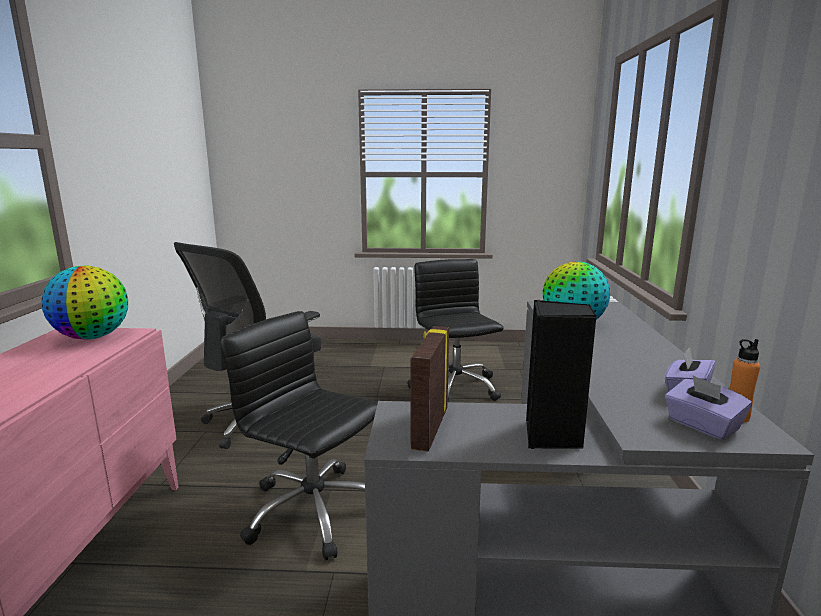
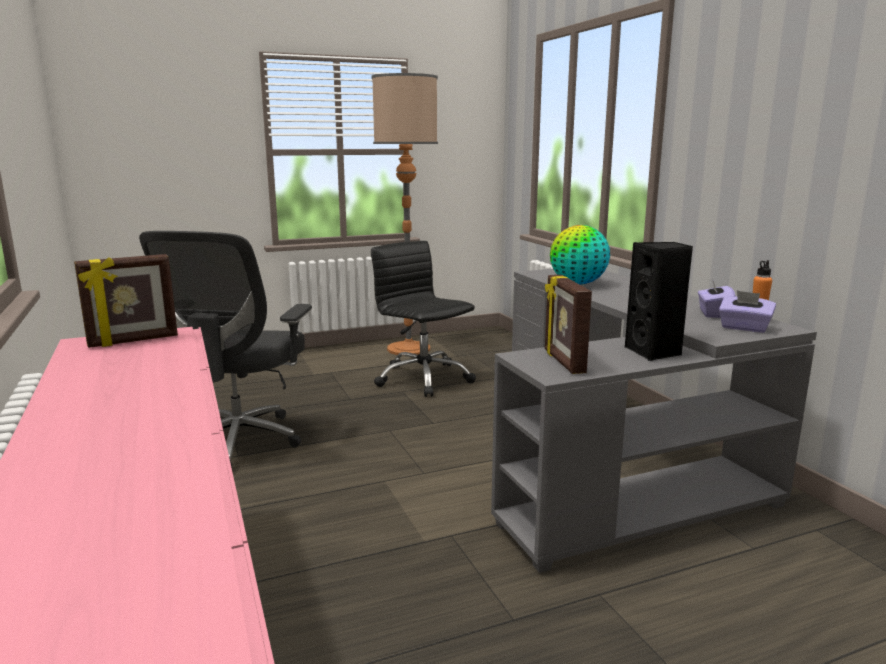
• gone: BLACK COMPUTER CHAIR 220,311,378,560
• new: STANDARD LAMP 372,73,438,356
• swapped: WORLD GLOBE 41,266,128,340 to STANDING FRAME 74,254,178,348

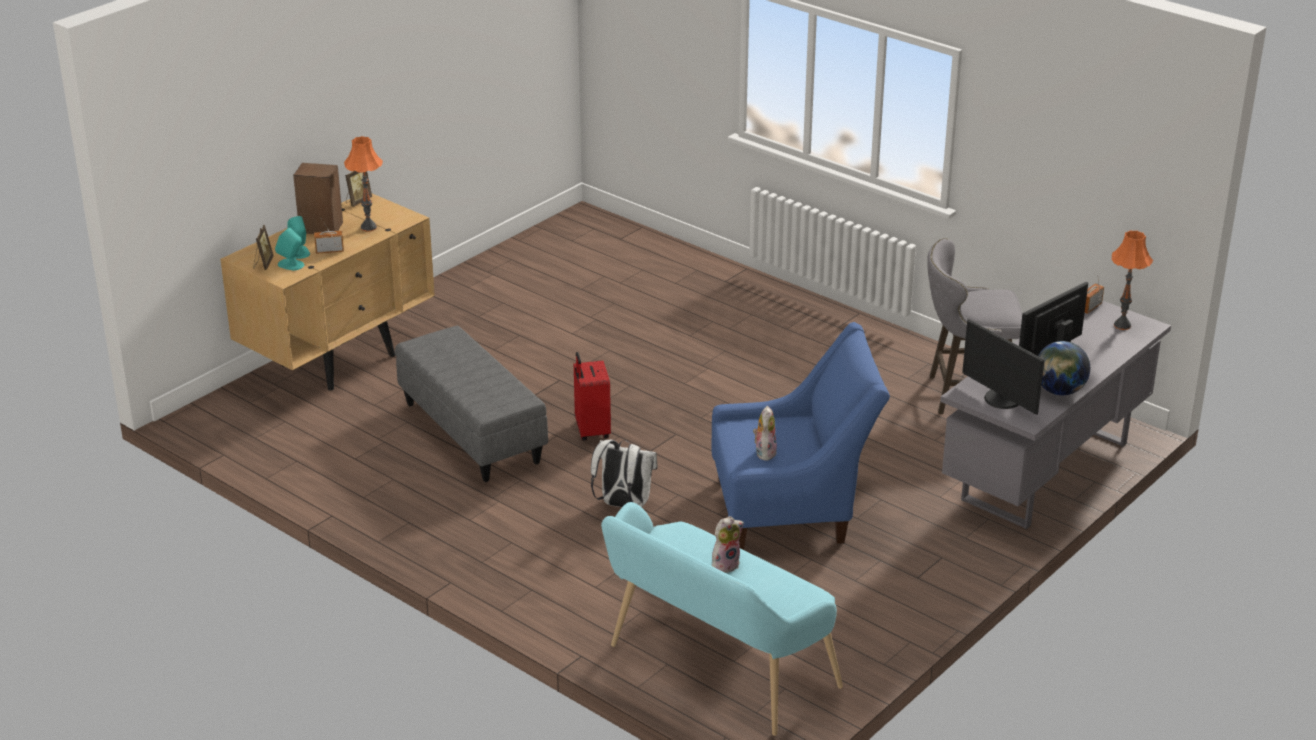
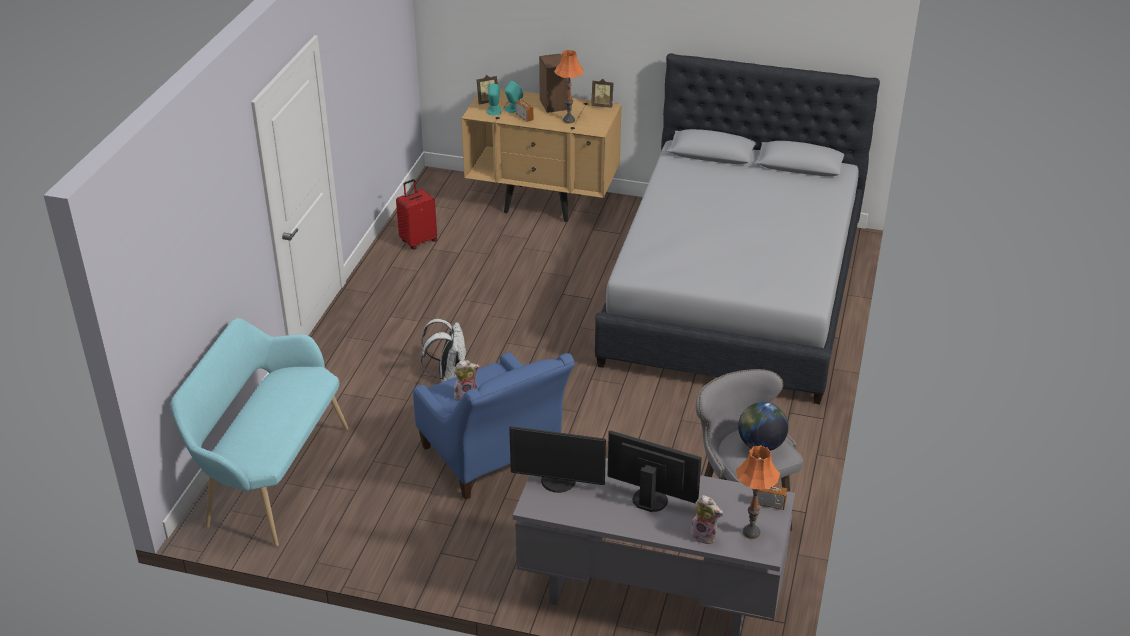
• gone: GRAY POUFFE 395,326,548,482
• new: GRAY BEDROOM BED 595,53,880,404
• shifted: RED TRAVEL CASE 574,352,611,441 to 396,179,437,250
• shifted: PLUSH TOY 712,516,744,573 to 691,495,723,545
• shifted: WORLD GLOBE 1038,341,1090,395 to 738,402,788,451
• rotated: COMPUTER DISPLAY 962,319,1044,415 = 509,426,606,493 105 degrees counterclockwise

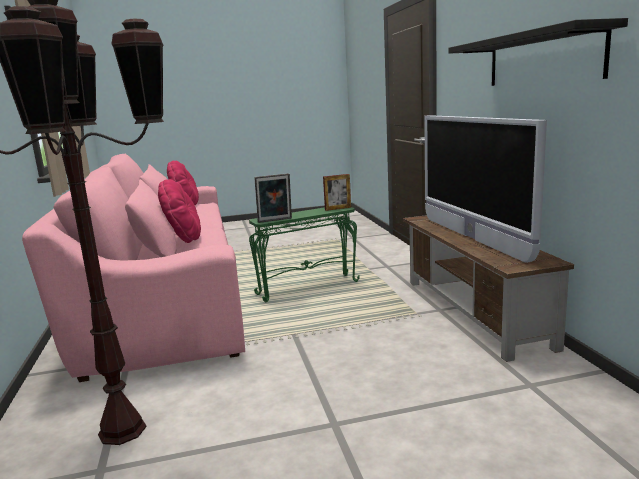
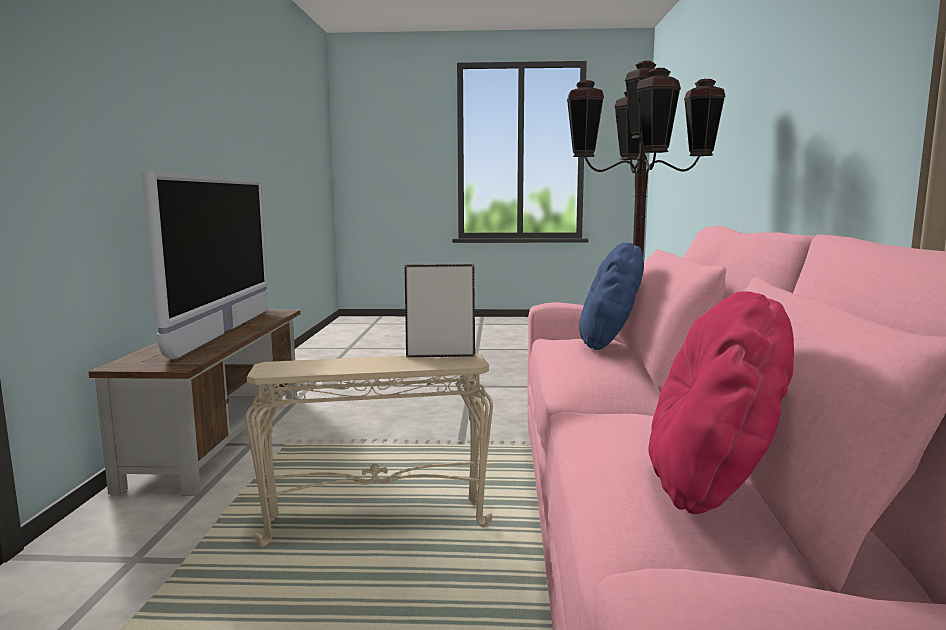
• gone: STANDING FRAME 323,174,351,211
• gone: BLACK SHELF 449,18,628,86
• repainted: PINKISH THROW PILLOW 158,179,201,243 to BLUE THROW PILLOW 579,243,644,350
• repainted: GREEN END TABLE 249,207,360,302 to BEIGE-COLOURED END TABLE 245,353,493,547

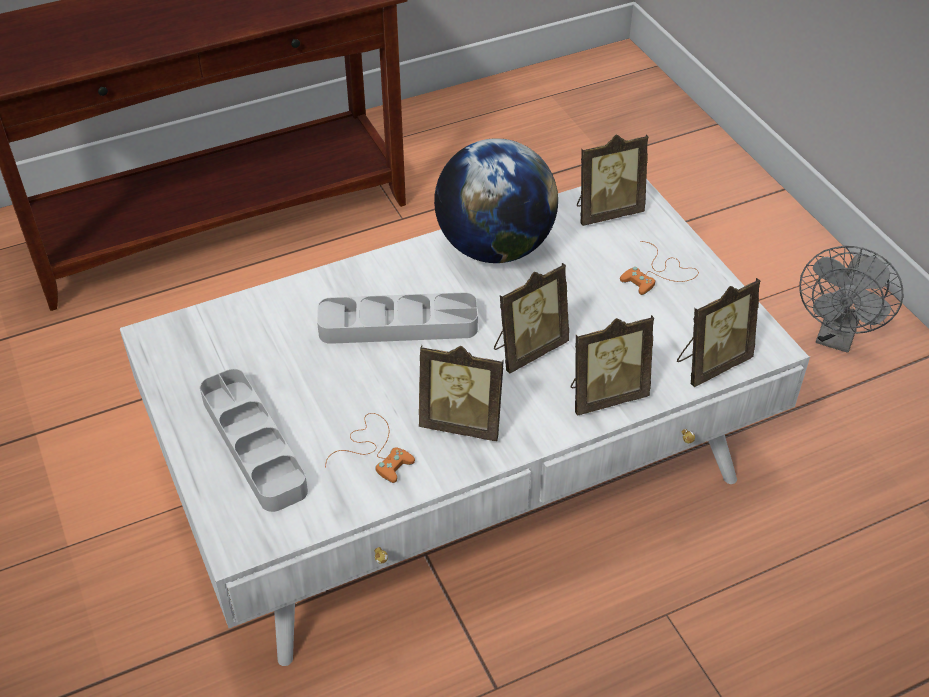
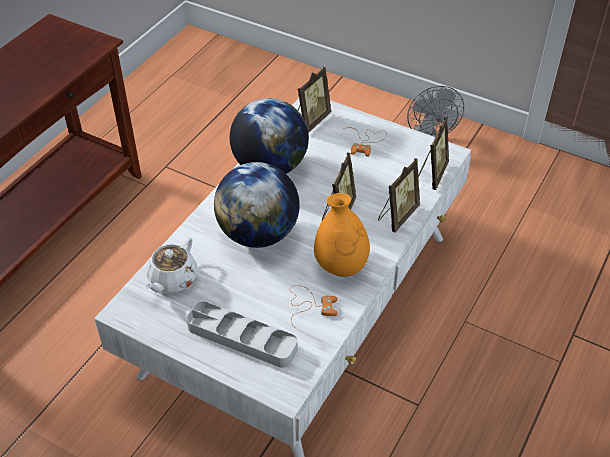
• new: WHITE-COLOURED TEAPOT 145,237,198,293
• swapped: GRAY TRAY 317,292,478,344 to WORLD GLOBE 214,162,300,248
• swapped: STANDING FRAME 419,345,504,441 to ORANGEY FLOWER VASE 314,193,370,277

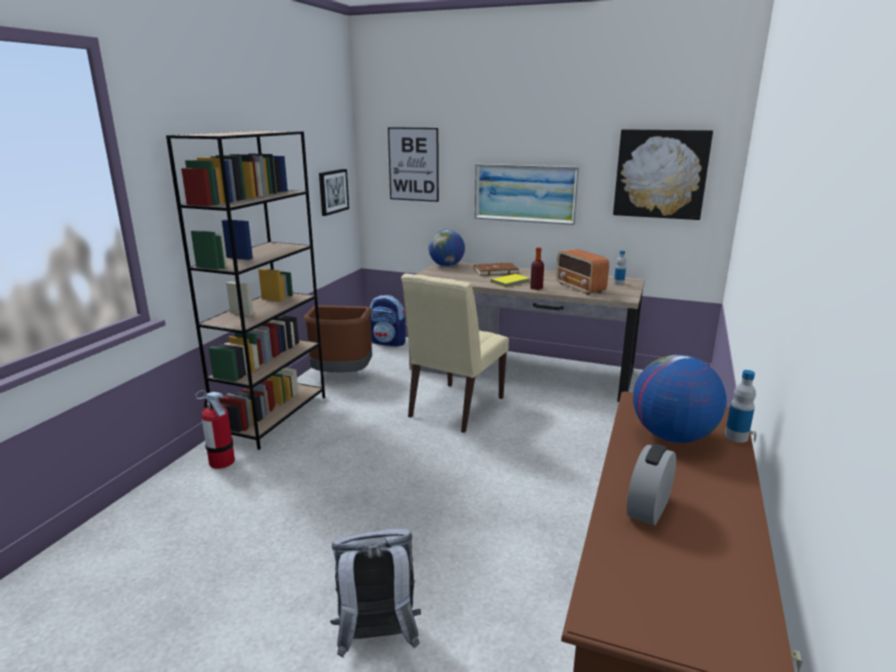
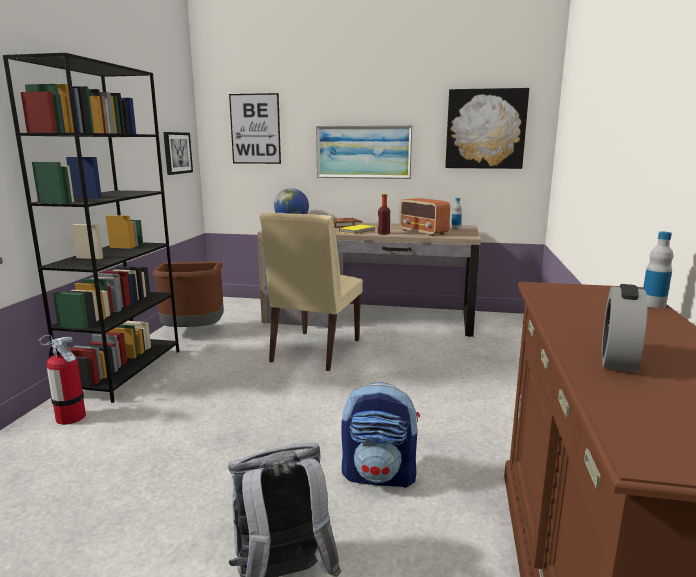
• gone: WORLD GLOBE 633,355,727,443
• shifted: KNAPSACK 370,295,406,347 to 341,382,420,488
• repainted: BEIGE-COLOURED BOOKCASE 166,131,325,450 to BLACK BOOKCASE 3,53,179,403

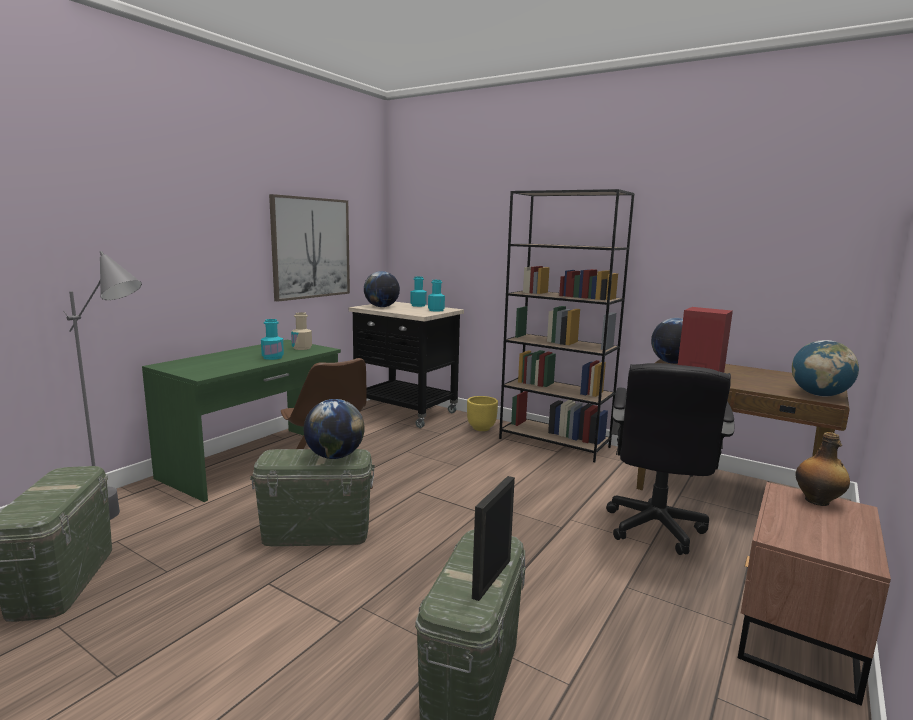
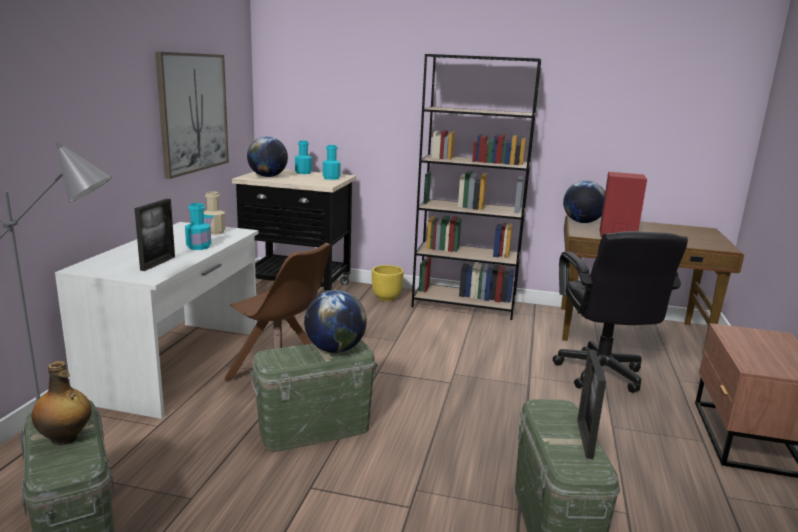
• gone: WORLD GLOBE 792,340,859,396
• new: STANDING FRAME 134,199,175,271
• shifted: BOTTLE 795,432,850,506 to 32,361,92,446
• repainted: GREEN DESK TABLE 142,340,341,502 to WHITE-COLOURED DESK TABLE 55,222,258,419

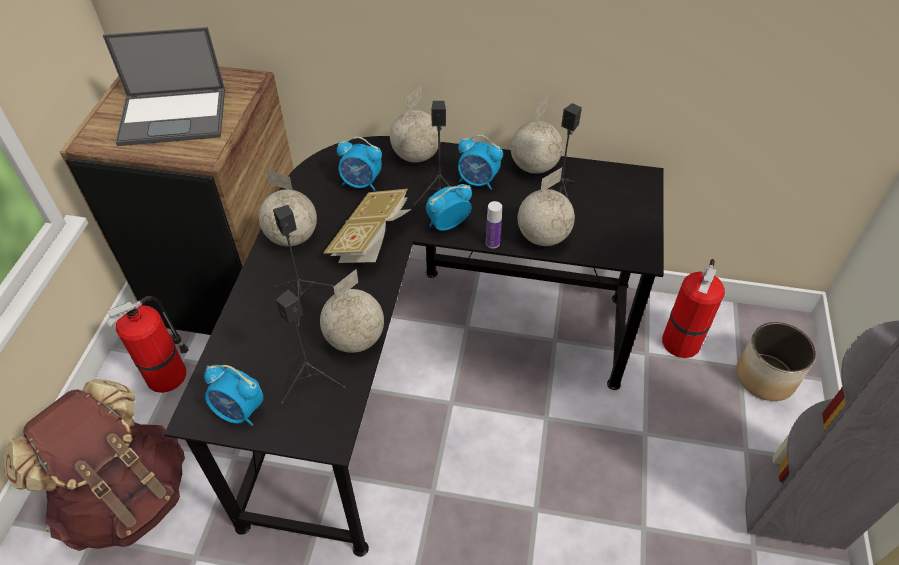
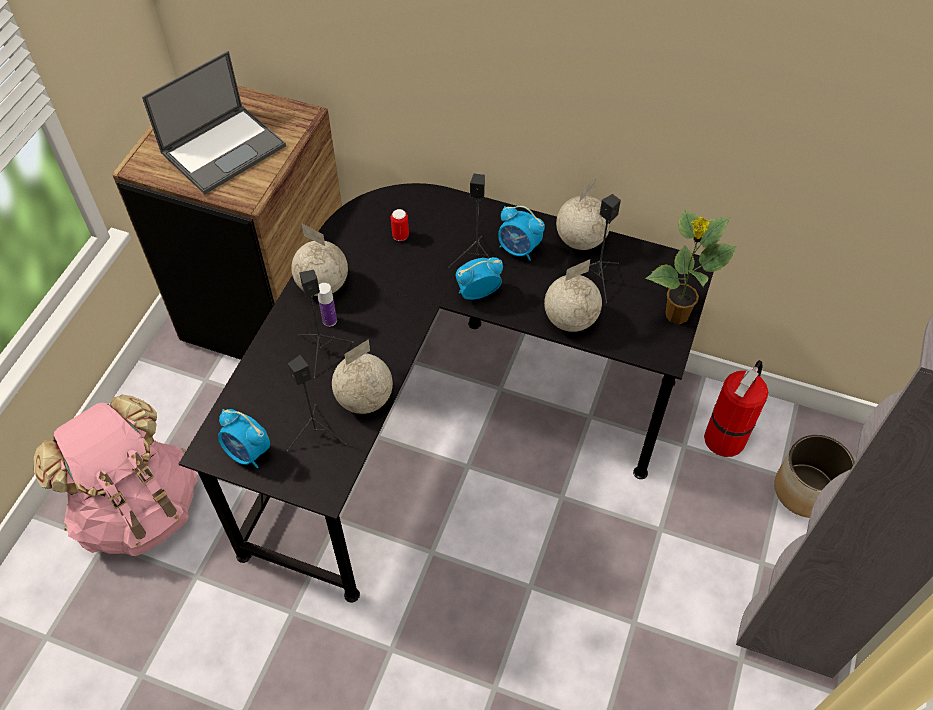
• gone: FIRE EXTINGUISHER 106,296,189,393
• gone: VOLUME 323,189,411,263
• gone: WORLD GLOBE 390,86,441,163
• new: PLANT IN A POT 646,210,737,324
• shifted: BOTTLE 486,201,502,249 to 317,283,337,327
• swapped: BEDSIDE CLOCK 337,137,382,191 to CAN 391,209,409,241
• repainted: BROWN KNAPSACK 4,379,185,551 to PINKISH KNAPSACK 34,395,197,556
• rotated: LAPTOP 103,27,225,146 = 142,51,286,194 45 degrees counterclockwise

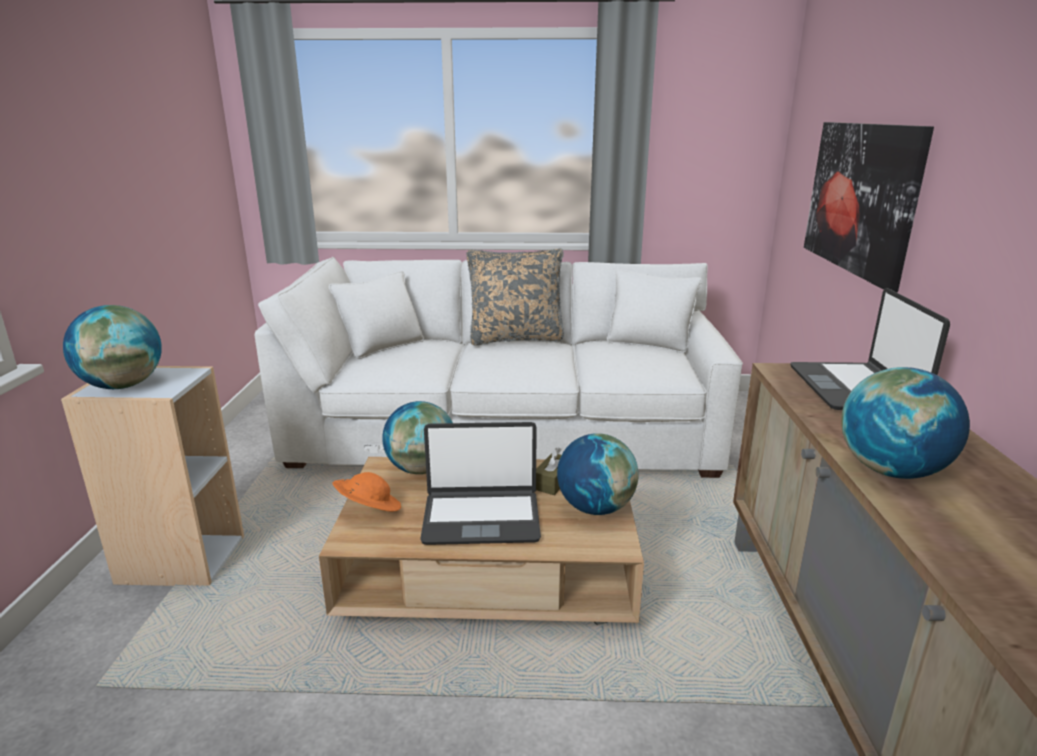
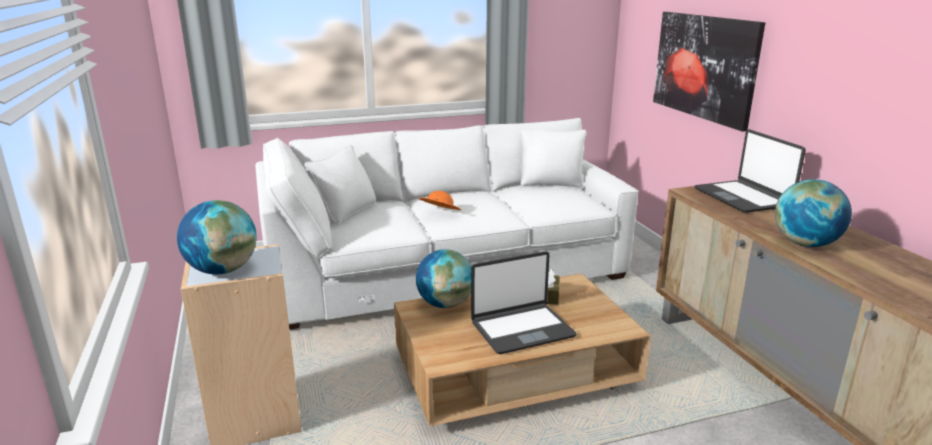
• gone: GRAY THROW PILLOW 466,248,564,346
• gone: WORLD GLOBE 557,433,638,515
• shifted: ORANGEY CLOTHING HAT 333,472,401,512 to 419,191,461,210

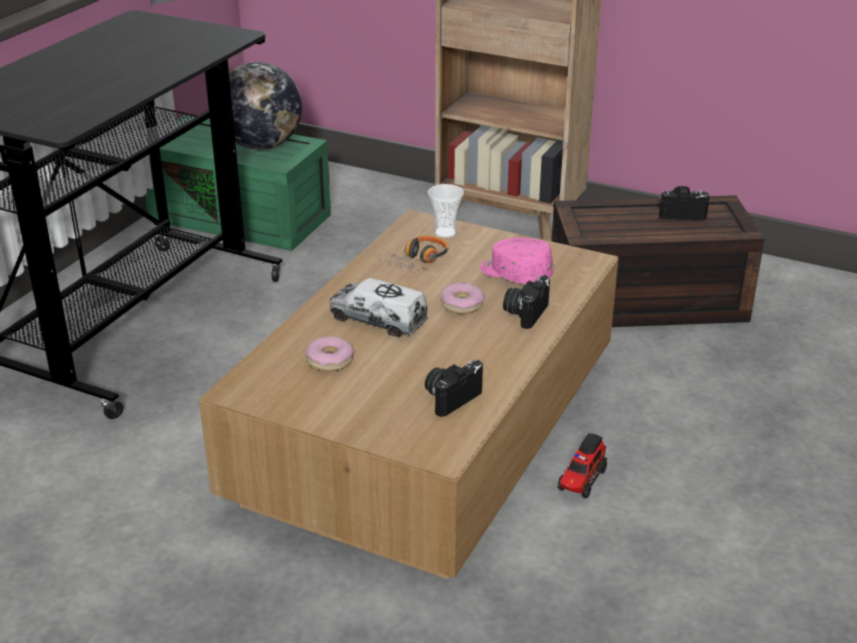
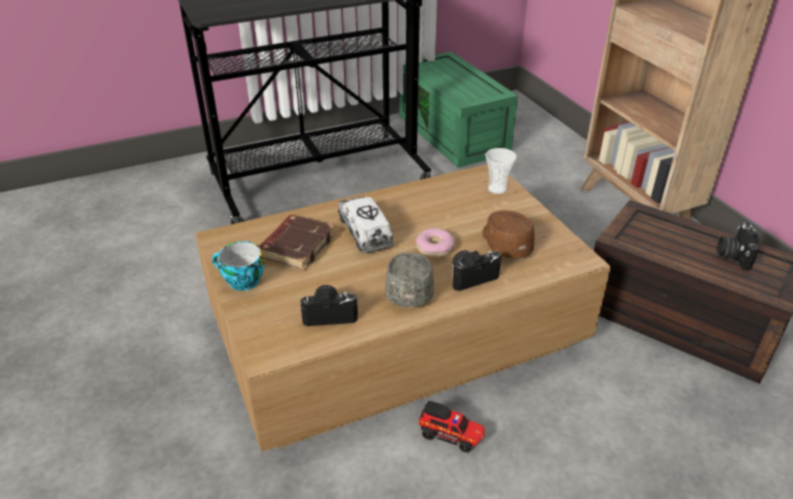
• gone: WORLD GLOBE 229,62,302,150
• gone: HEADPHONES 377,236,448,271
• new: DRINKING CUP 212,241,264,291
• new: GRAY CAP 385,252,434,307
• swapped: DOUGHNUT 305,336,354,371 to BROWN VOLUME 259,215,335,270
• repainted: PINKISH CAP 480,238,553,284 to BROWN CAP 482,210,535,258
• rotated: TOY LORRY 558,433,607,498 = 419,401,485,453 135 degrees counterclockwise
• rotated: STILL CAMERA 659,186,710,220 = 717,222,759,271 120 degrees counterclockwise

